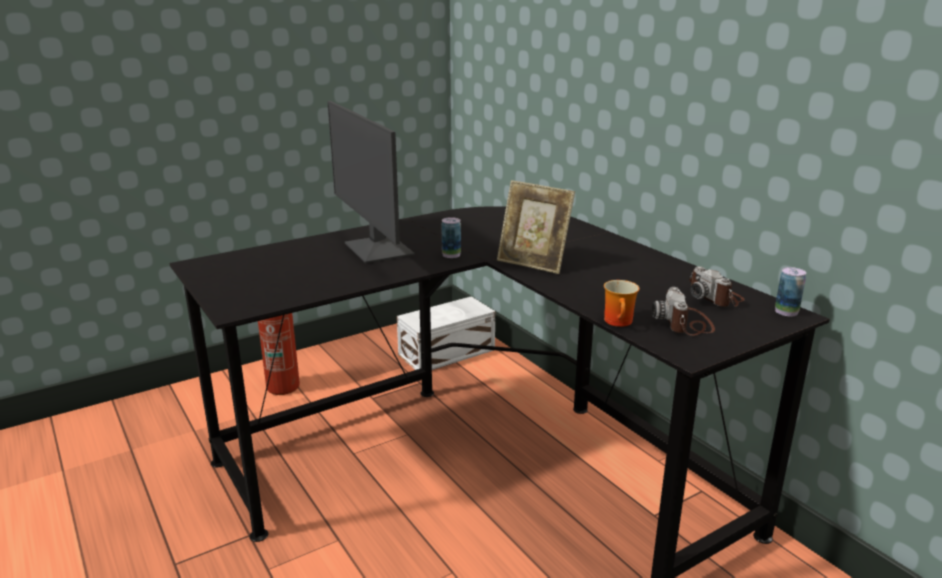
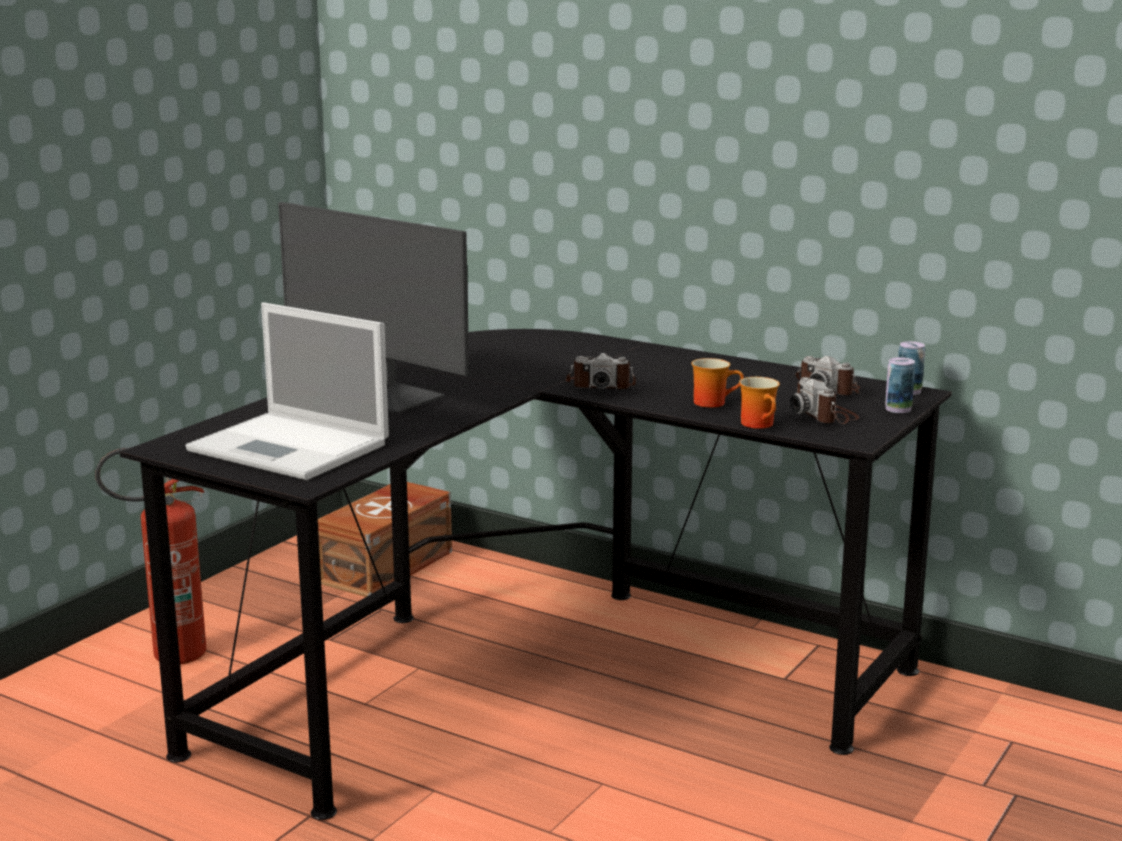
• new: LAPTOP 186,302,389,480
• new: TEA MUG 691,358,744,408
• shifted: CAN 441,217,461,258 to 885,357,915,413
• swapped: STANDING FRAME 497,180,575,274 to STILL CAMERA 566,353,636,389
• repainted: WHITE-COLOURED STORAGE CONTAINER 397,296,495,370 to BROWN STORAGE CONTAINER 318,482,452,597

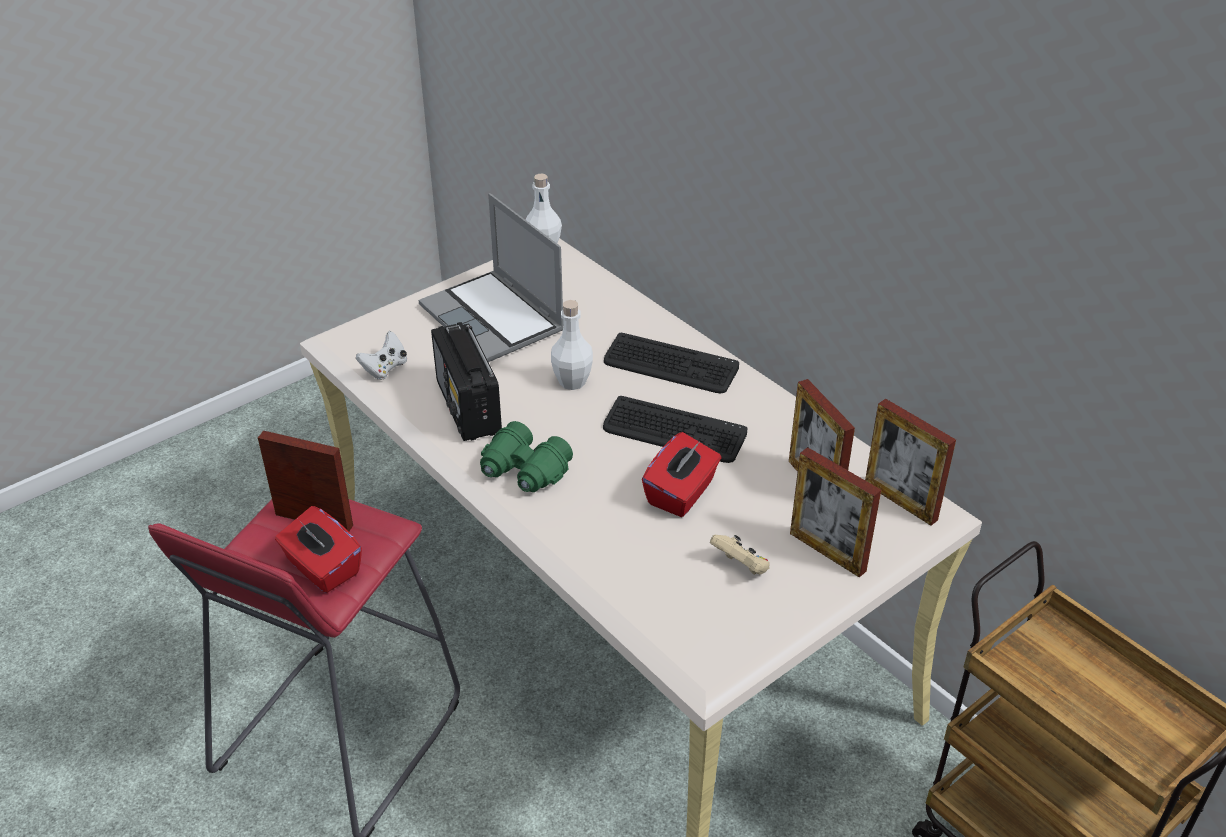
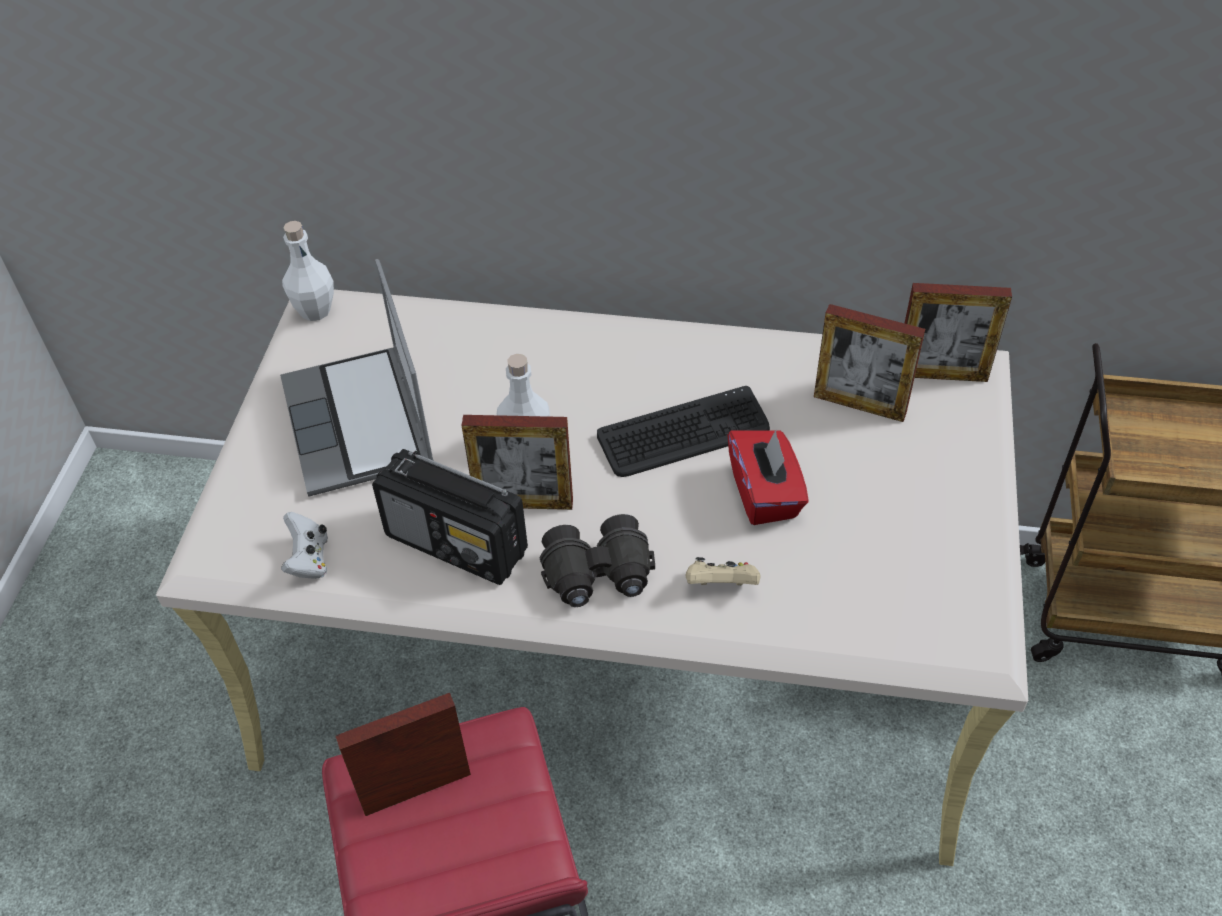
• gone: RED TISSUE HOLDER 275,506,362,593
• gone: COMPUTER KEYBOARD 604,333,739,393
• shifted: BEIGE-COLOURED GAMEPAD 710,535,770,575 to 686,557,760,586
• shifted: STANDING FRAME 790,447,881,578 to 462,415,573,510
• repainted: GREEN BINOCULARS 480,421,573,492 to BLACK BINOCULARS 539,514,655,607
• rotated: LAPTOP 419,193,563,362 = 280,259,434,496 60 degrees clockwise

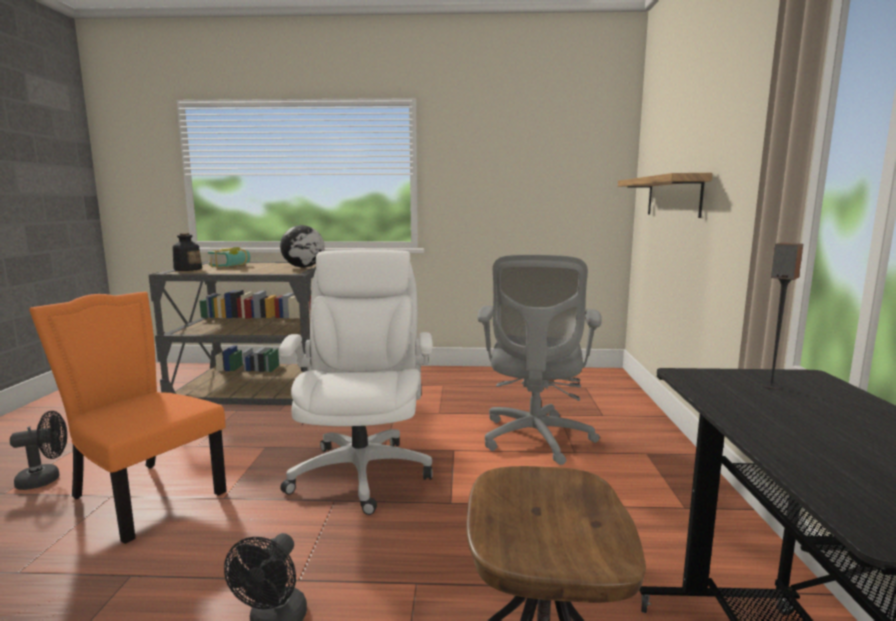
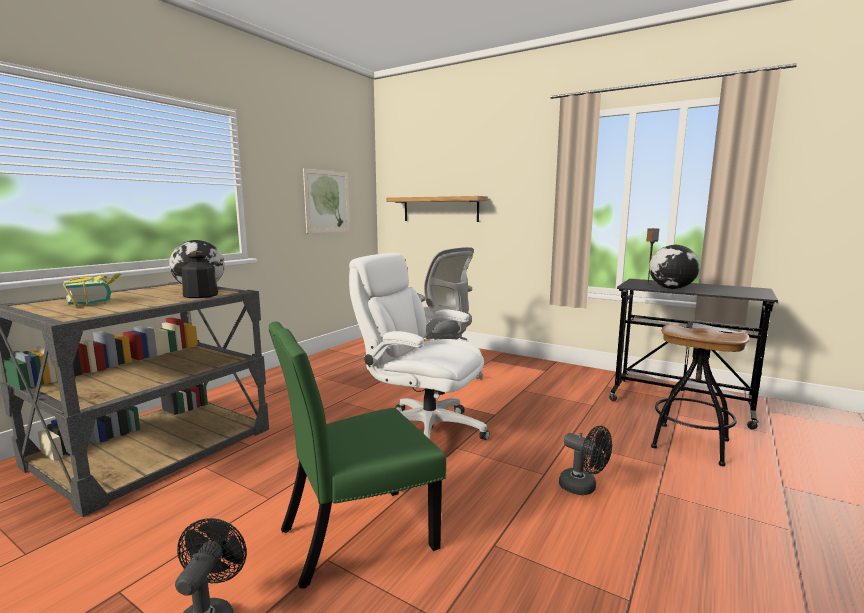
• new: WALL PICTURE 303,168,350,233
• new: WORLD GLOBE 649,245,700,289
• shifted: BOTTLE 172,233,202,271 to 182,251,218,298
• repainted: ORANGEY CHAIR 29,291,227,544 to GREEN CHAIR 269,322,446,589

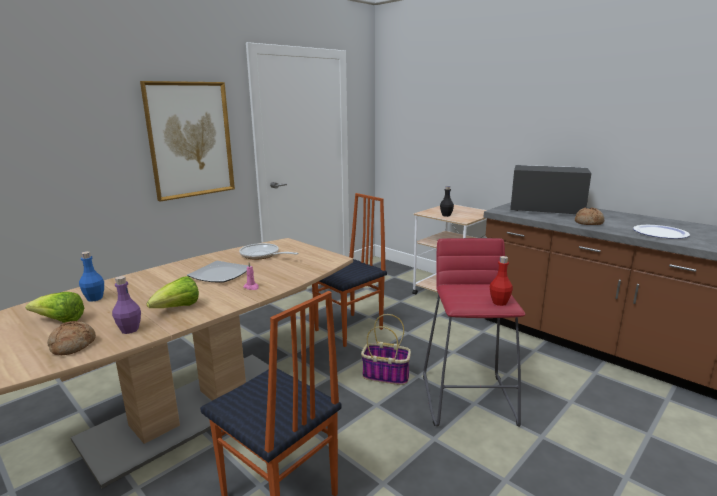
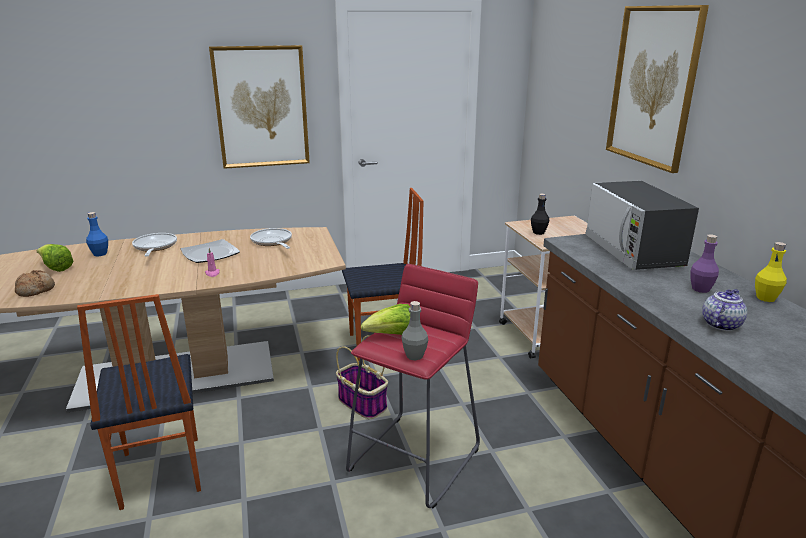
• gone: BREAD 575,208,604,225
• new: PAN 132,233,177,257
• new: WALL PICTURE 606,5,709,173
• new: YELLOW-COLOURED BOTTLE 755,242,787,302
• shifted: PURPLE BOTTLE 112,276,141,334 to 690,234,719,293
• shifted: LETTUCE HEAD 147,276,199,308 to 361,304,410,335
• swapped: PLATE 633,225,690,239 to TEAPOT 702,289,747,331
• repainted: RED BOTTLE 490,256,513,306 to GRAY BOTTLE 401,301,428,360
• rotated: MICROWAVE OVEN 510,165,591,214 = 585,181,699,270 150 degrees counterclockwise

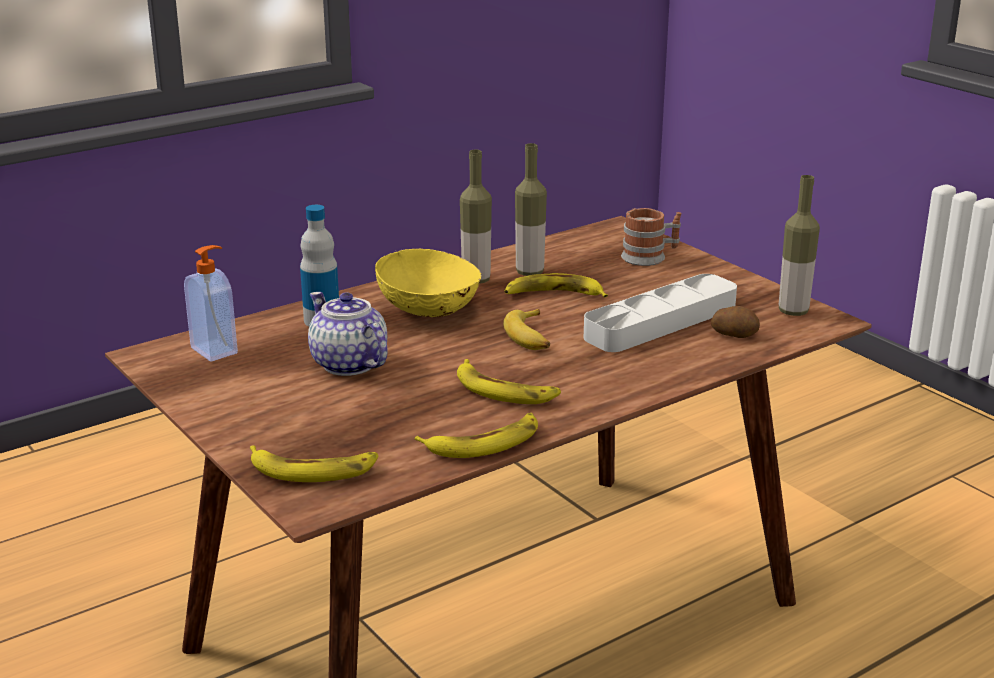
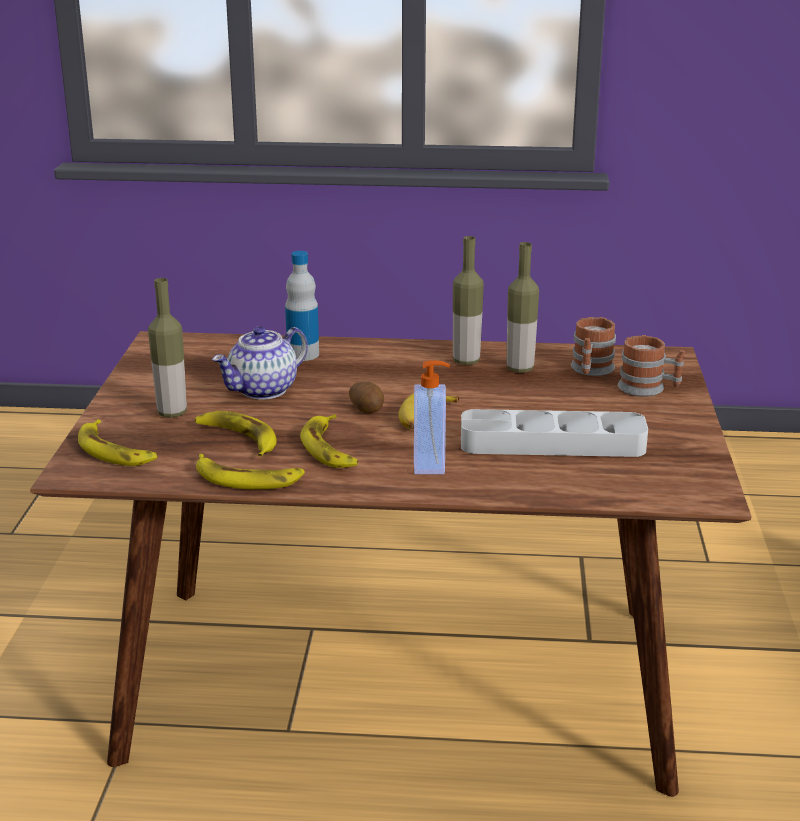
• gone: YELLOW-COLOURED DEEP DISH 375,249,482,317
• new: TEA MUG 570,317,616,376
• shifted: LIQUID SOAP BOTTLE 184,245,238,361 to 414,360,450,474
• shifted: BANANA FRUIT 504,273,608,298 to 195,411,277,457
• shifted: POTATO 711,306,760,338 to 349,382,384,413
• shifted: BOTTLE 779,175,820,316 to 148,278,187,418
• rotated: TEAPOT 308,292,387,376 = 212,326,308,400 135 degrees counterclockwise

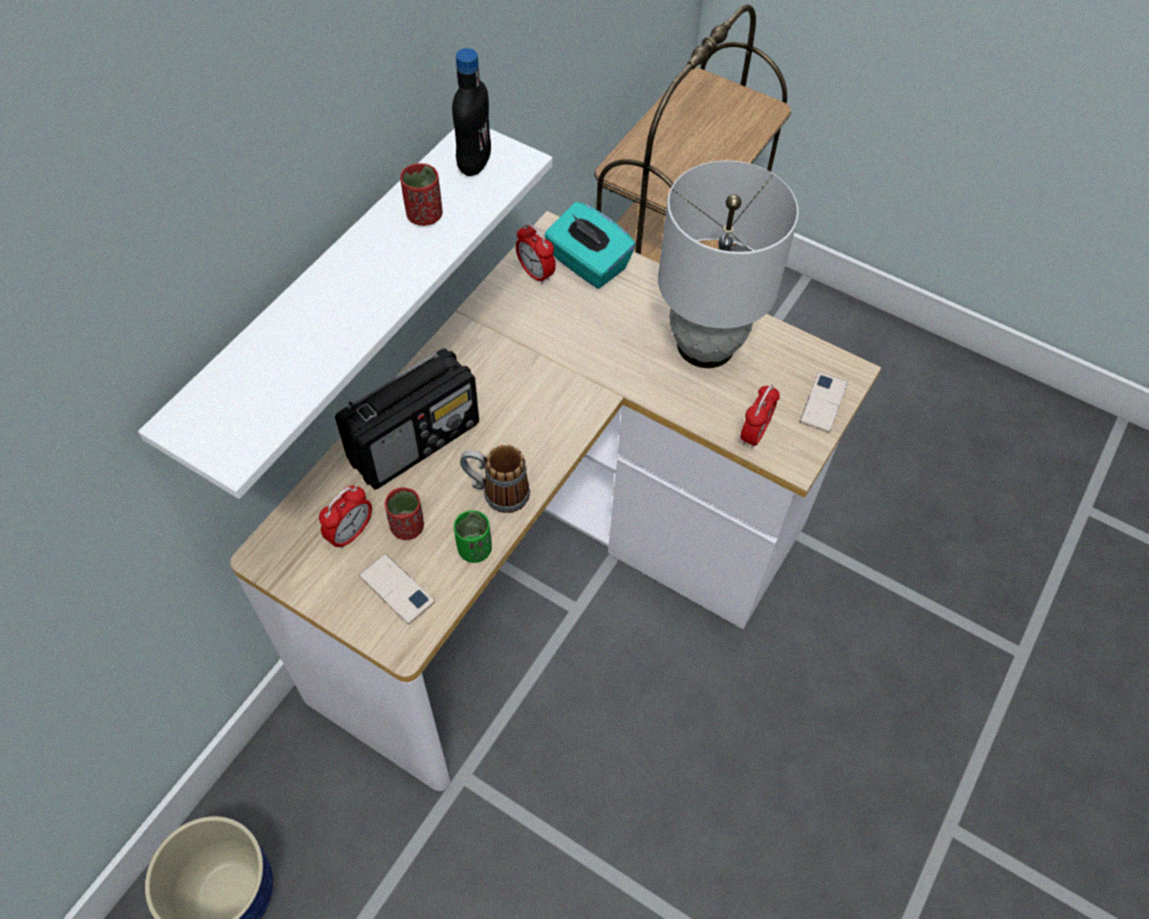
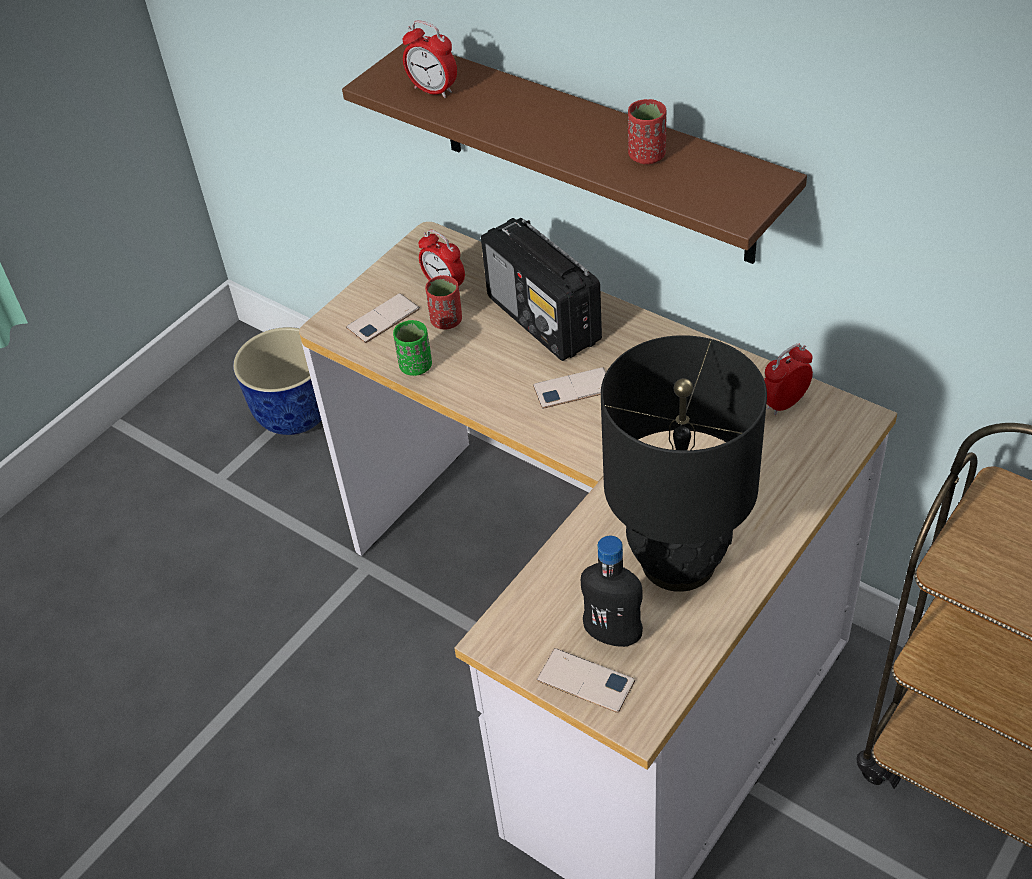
• gone: TEA MUG 460,445,530,513
• gone: TURQUOISE-COLOURED TISSUE HOLDER 544,202,636,289
• new: TELEPHONE 533,367,606,408
• shifted: BLACK BOTTLE 452,48,491,176 to 581,536,643,647
• shifted: BEDSIDE CLOCK 740,384,780,449 to 403,20,457,98
• repainted: WHITE-COLOURED SHELF 138,128,553,499 to BROWN SHELF 342,43,807,264
• repainted: WHITE-COLOURED TABLE LAMP 658,161,799,368 to BLACK TABLE LAMP 601,335,767,592

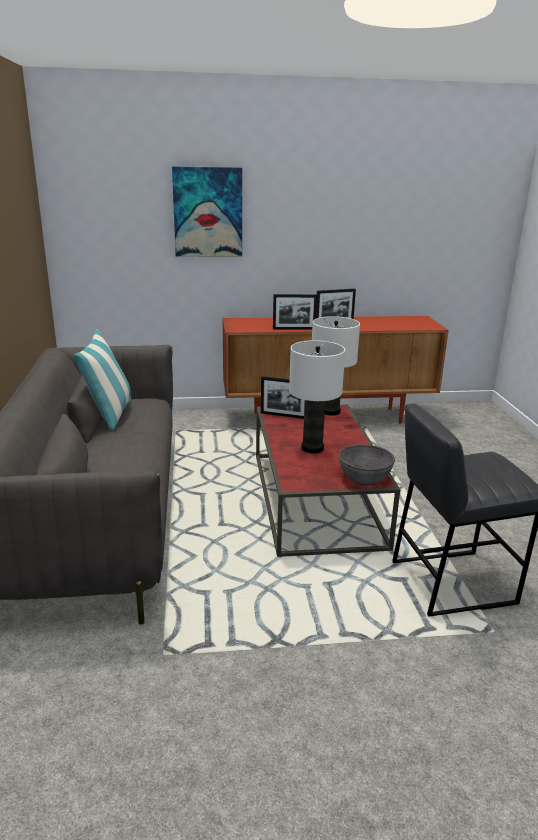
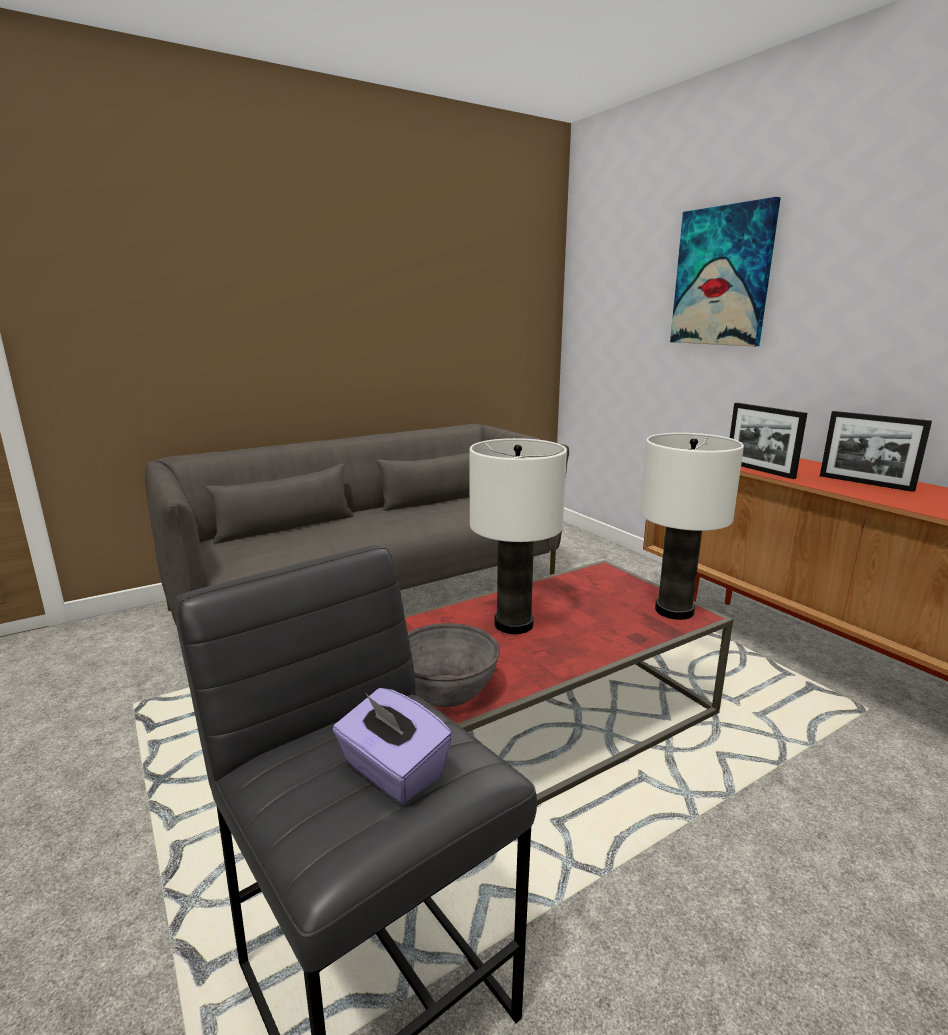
• gone: THROW PILLOW 74,330,132,430
• gone: STANDING FRAME 261,376,305,419
• new: PURPLE TISSUE HOLDER 333,688,453,804

